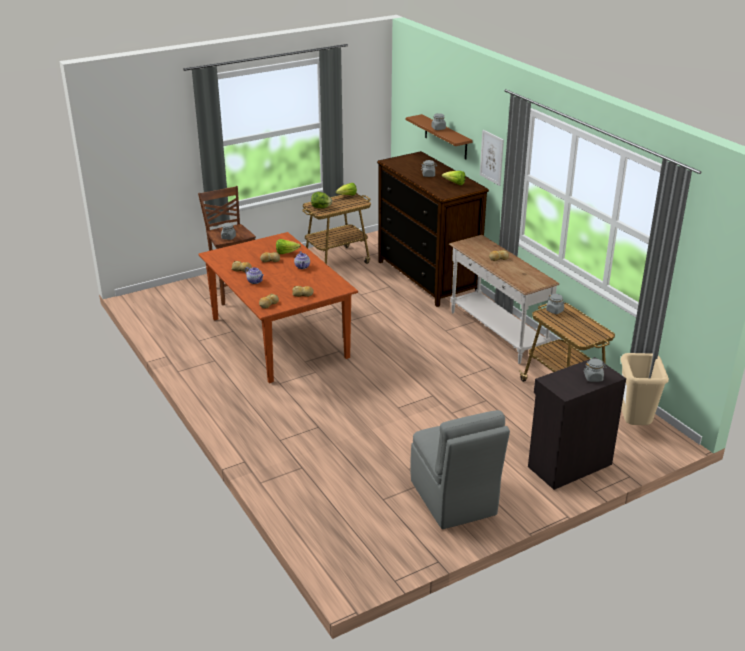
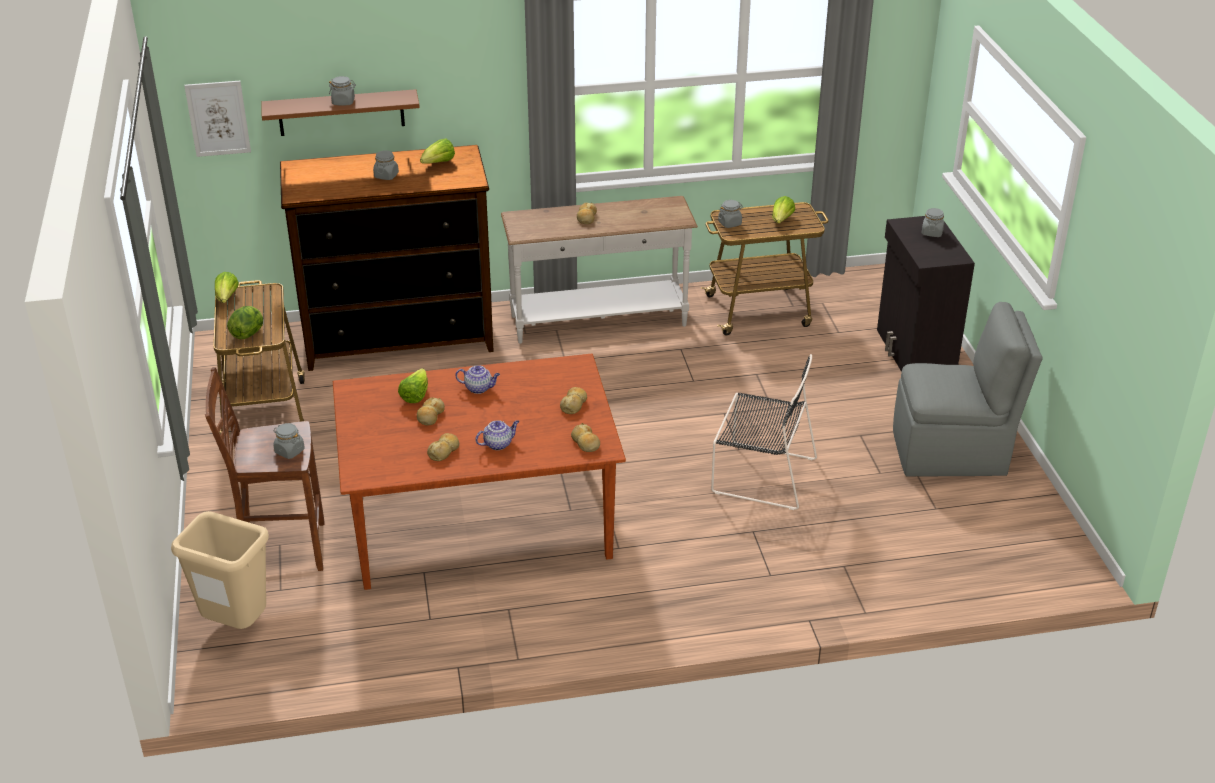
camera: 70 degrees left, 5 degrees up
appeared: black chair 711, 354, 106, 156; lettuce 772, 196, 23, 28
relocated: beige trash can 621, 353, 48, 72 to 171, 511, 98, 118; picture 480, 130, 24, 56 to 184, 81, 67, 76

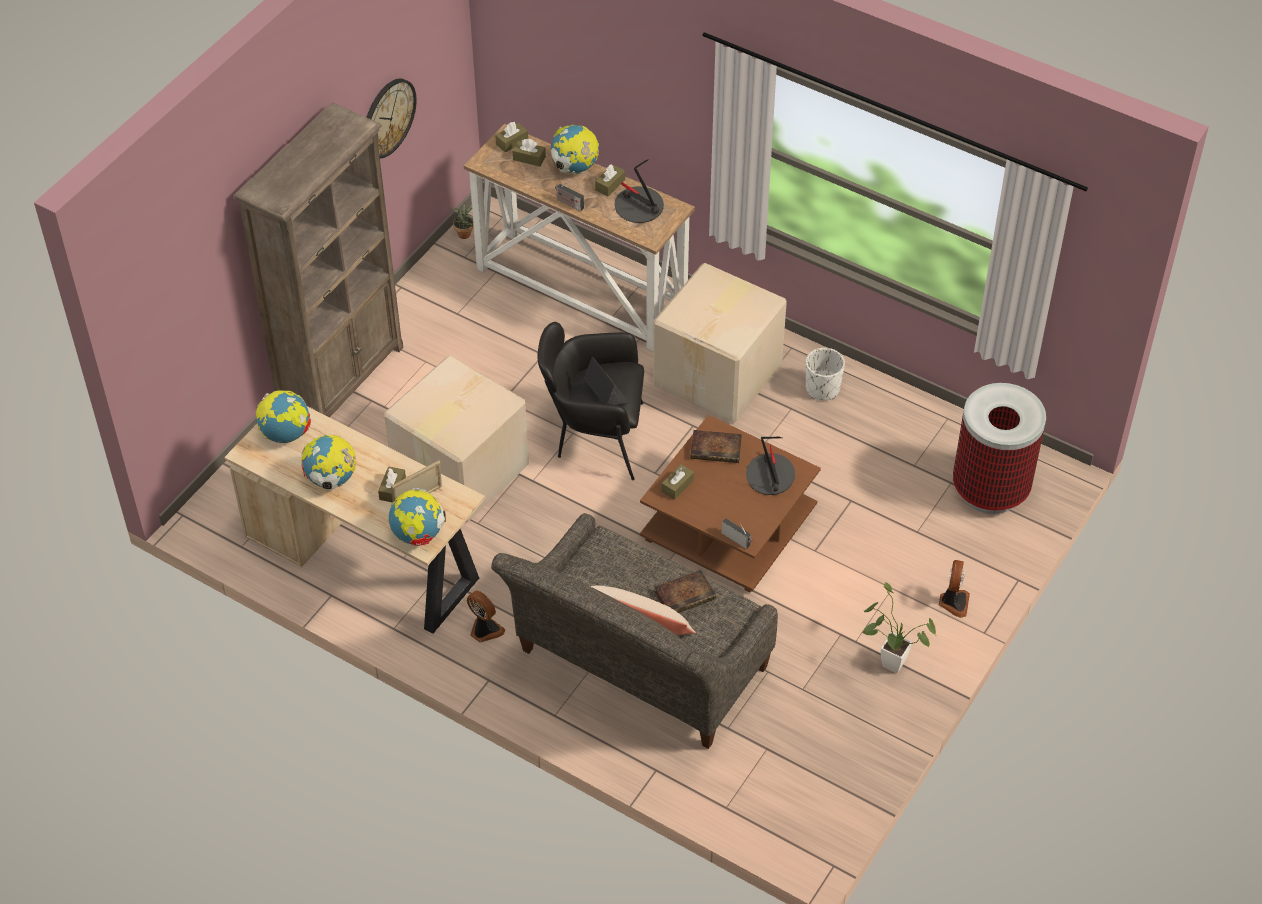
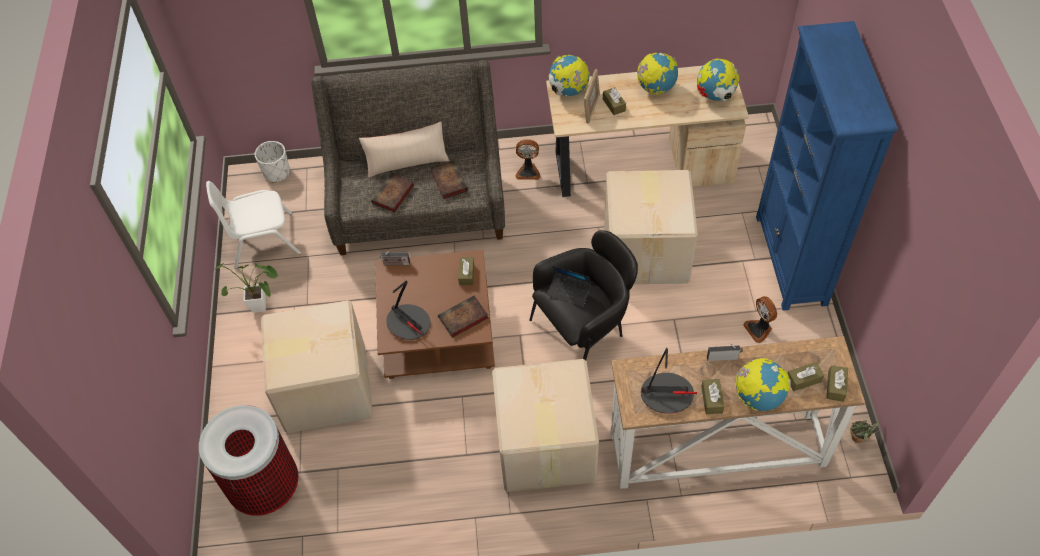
camera: 145 degrees right, 5 degrees up
missing: wall clock 367, 79, 50, 80
appeared: white chair 206, 181, 95, 88; cardboard box 261, 300, 112, 133; book 431, 160, 37, 39
relocated: white planter 806, 348, 39, 52 to 255, 141, 35, 42; fan 939, 560, 31, 58 to 743, 296, 34, 47
colour: brown bookcase 234, 102, 169, 315 to blue bookcase 756, 21, 142, 290

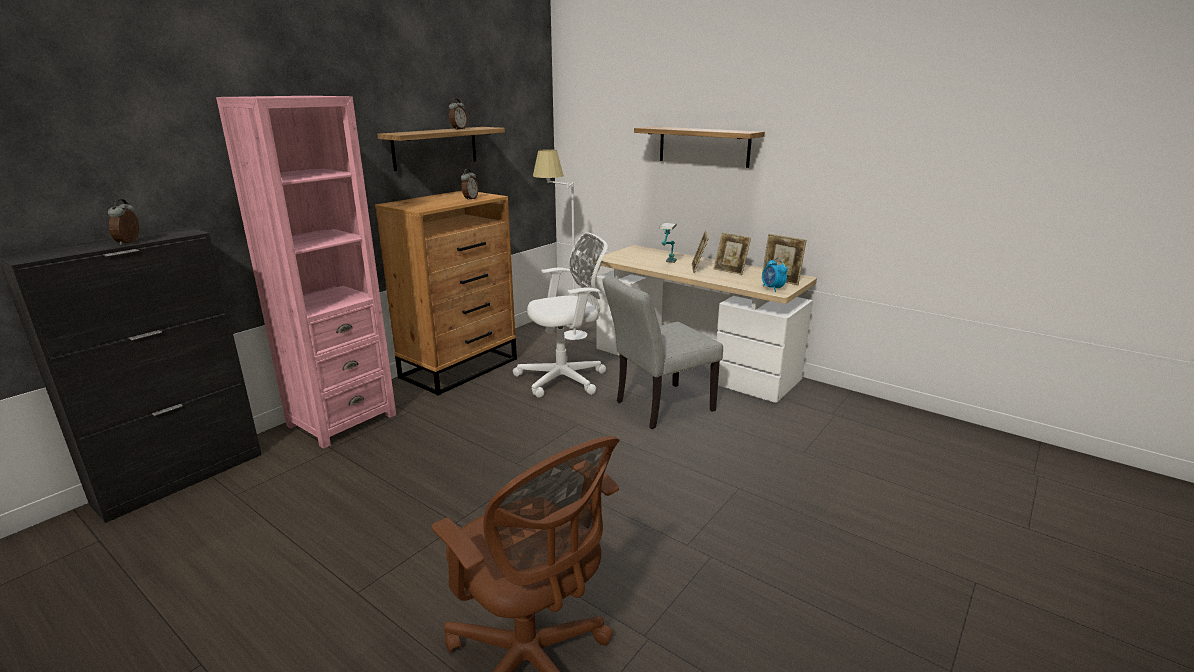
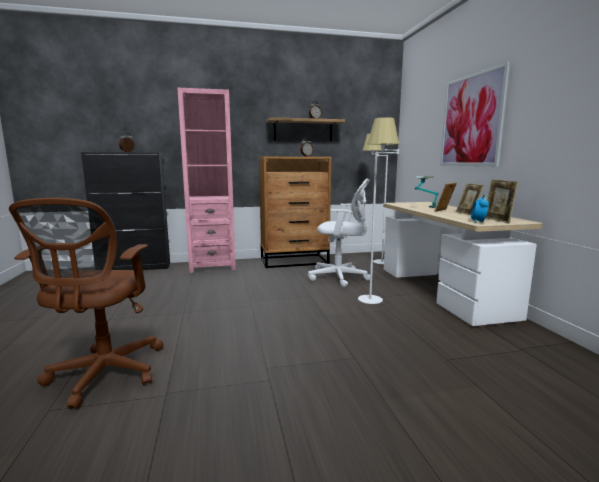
camera: 40 degrees right, 10 degrees down
exchanged: grey chair 603, 276, 120, 153 to white floor lamp 358, 117, 41, 187; shelf 634, 126, 131, 42 to picture 440, 62, 70, 104

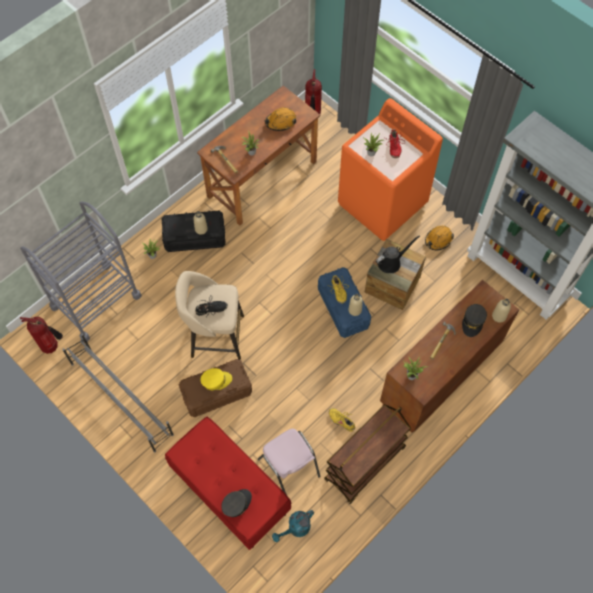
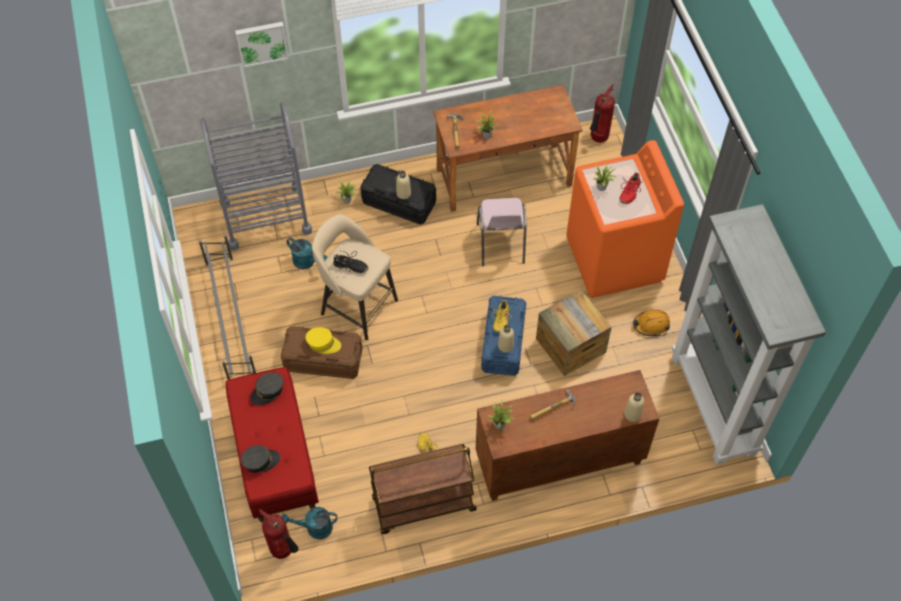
camera: 30 degrees right, 5 degrees down
missing: orange hard hat 264, 108, 32, 23; black watering can 376, 235, 44, 38
appeared: picture 235, 22, 54, 46; turquoise watering can 287, 238, 40, 31
relocated: grey cap 462, 304, 25, 33 to 250, 372, 33, 33; fire extinguisher 20, 316, 43, 38 to 259, 509, 40, 50; pink chair 258, 429, 62, 66 to 477, 198, 50, 68

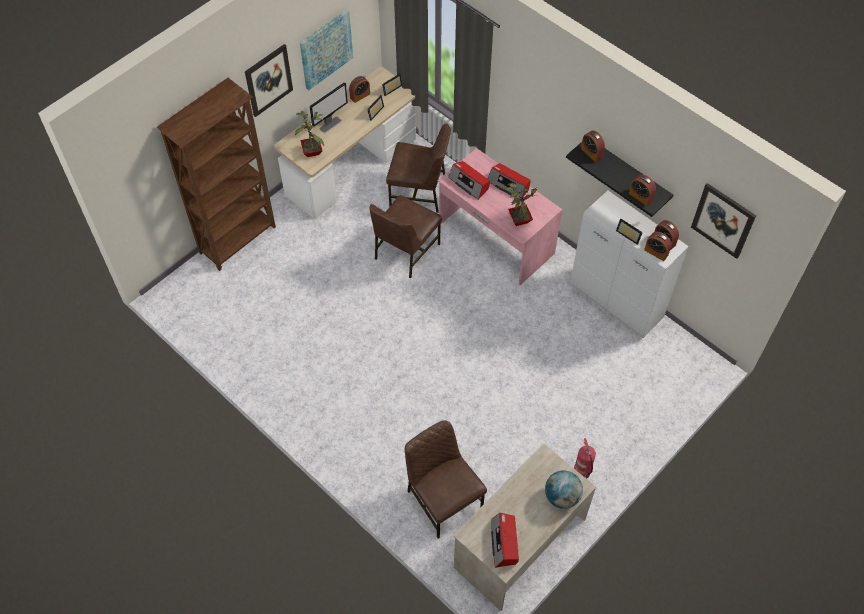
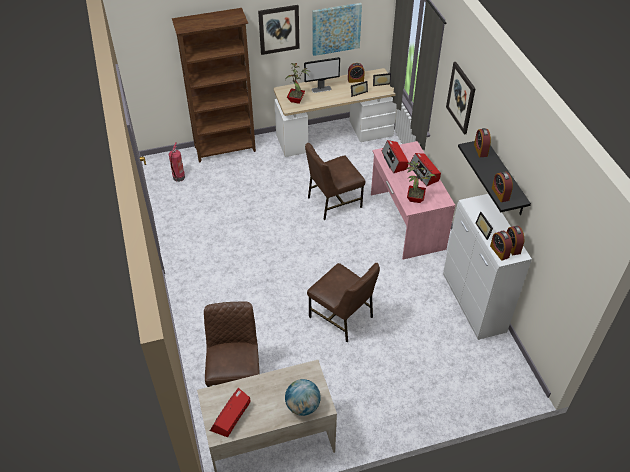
camera: 30 degrees right, 10 degrees down
relocated: fire extinguisher 574, 438, 22, 41 to 169, 142, 16, 40; brown chair 386, 123, 65, 90 to 307, 263, 73, 79; picture 691, 183, 65, 76 to 446, 62, 30, 73

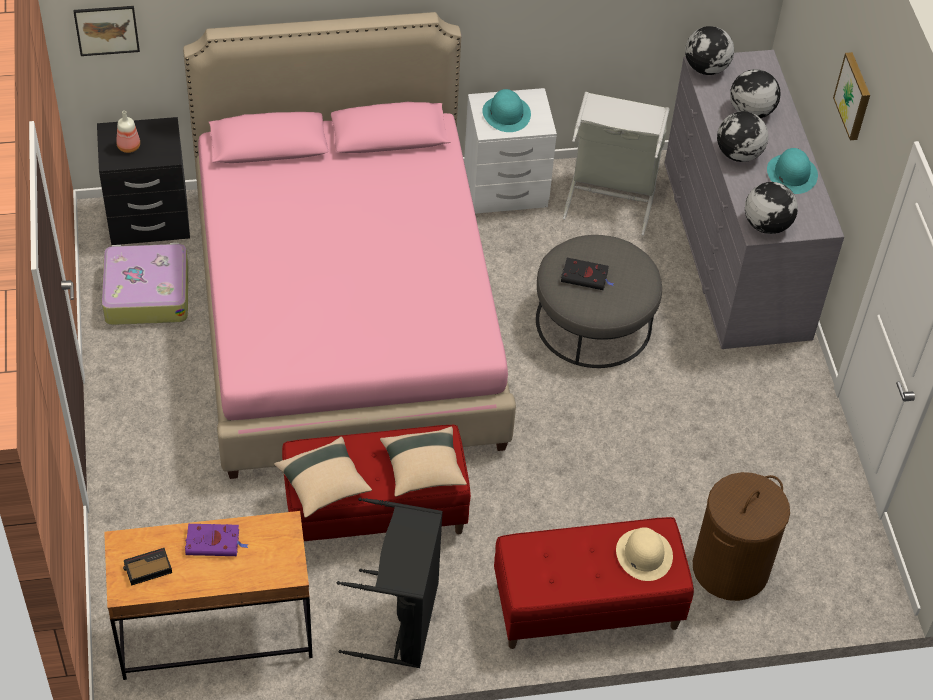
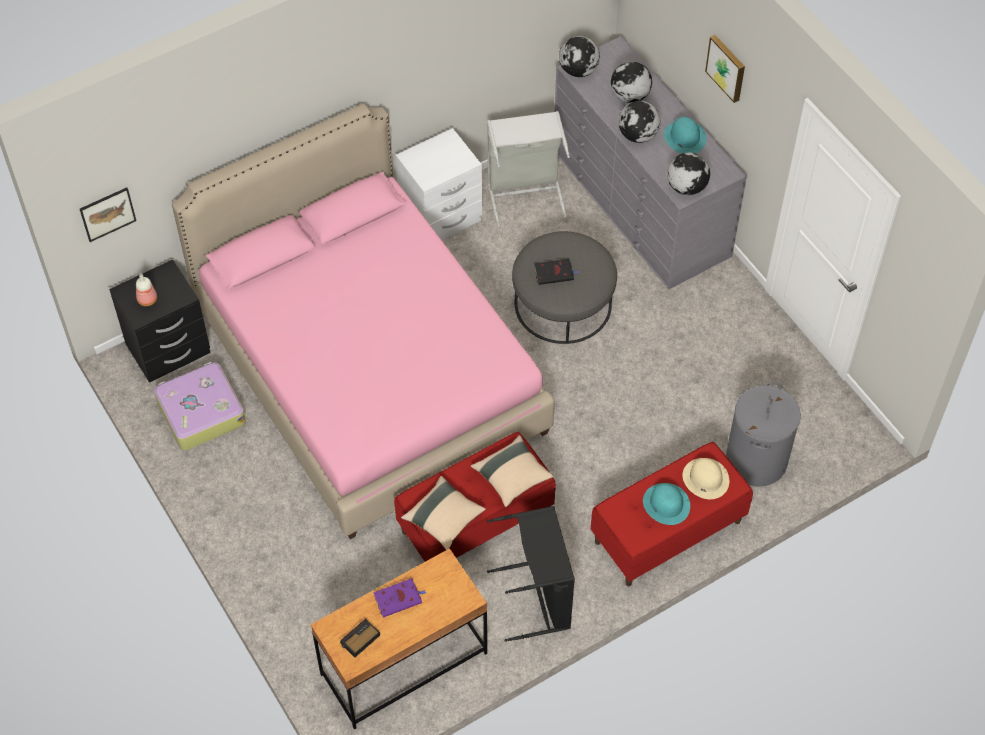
camera: 20 degrees left, 5 degrees up
relocated: turquoise hat 482, 89, 49, 43 to 643, 483, 47, 42
colour: brown laundry basket 693, 472, 97, 129 to grey laundry basket 726, 382, 75, 105

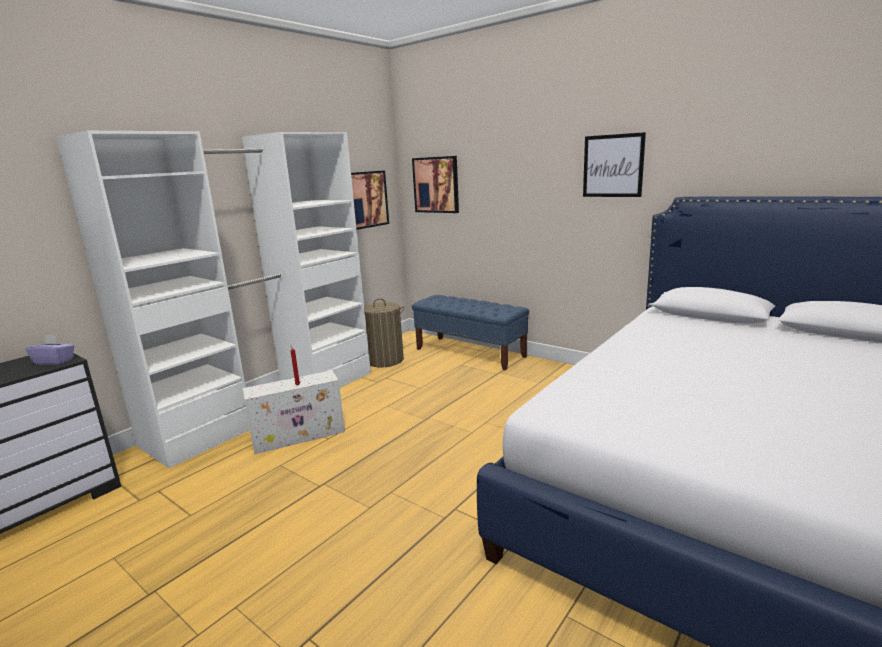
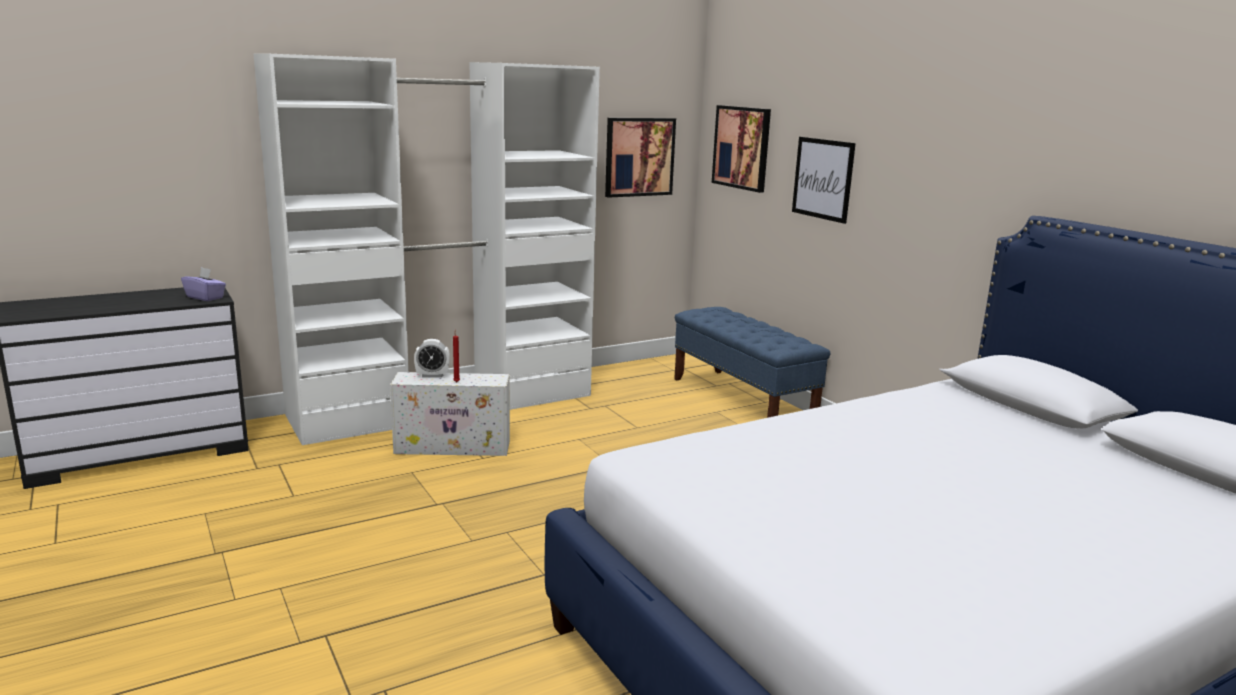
camera: 20 degrees right, 0 degrees up
missing: laundry basket 364, 298, 41, 69
appeared: alarm clock 414, 339, 36, 38
relocated: picture 583, 132, 63, 65 to 792, 137, 64, 87

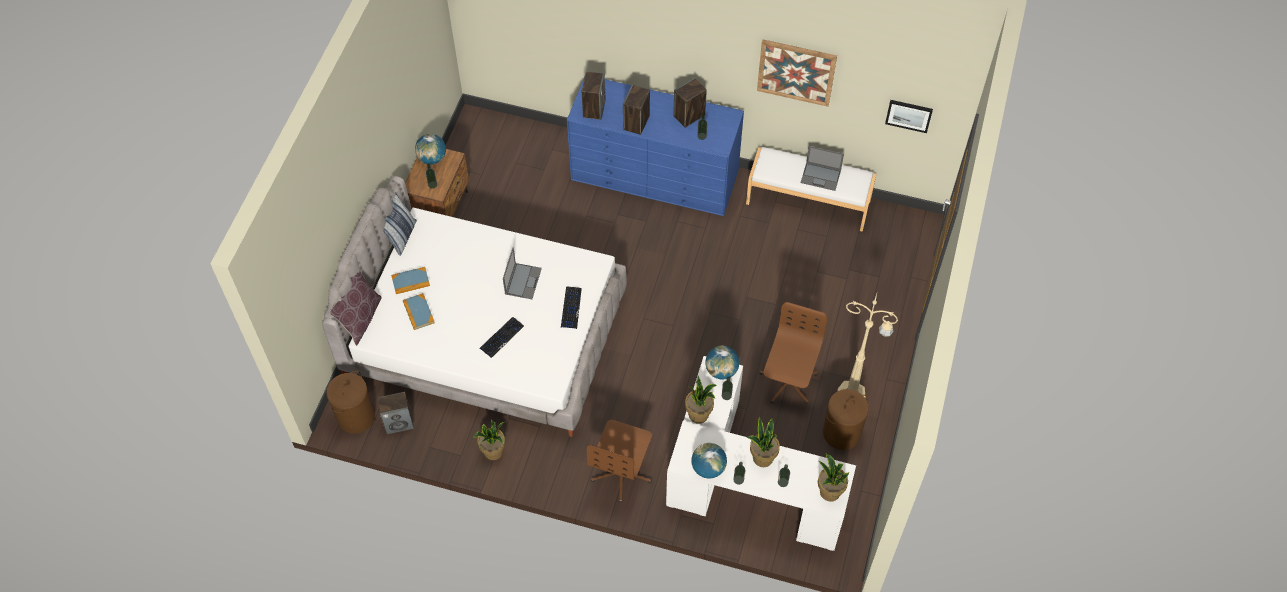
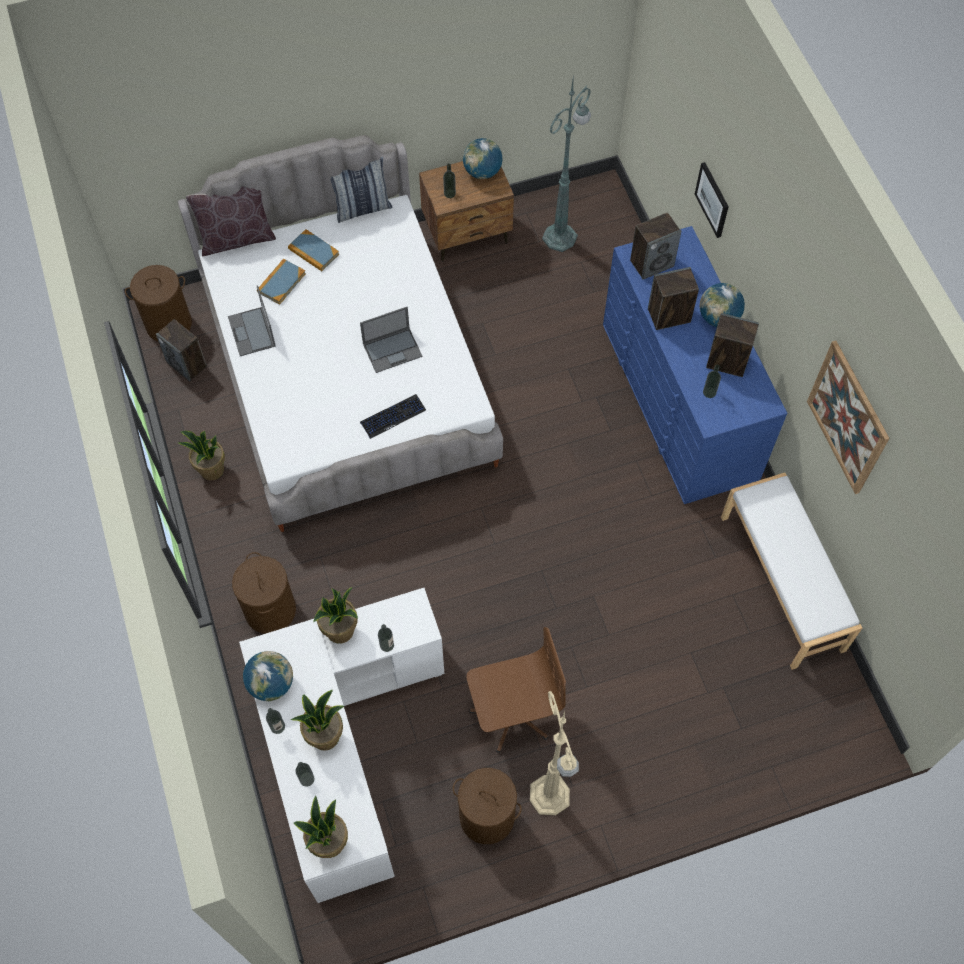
camera: 55 degrees right, 5 degrees up
missing: keyboard 479, 317, 45, 41
appeared: green floor lamp 542, 73, 49, 179
relocated: laptop 801, 146, 43, 45 to 228, 285, 48, 71; picture 885, 100, 48, 33 to 695, 162, 34, 76; globe 705, 345, 34, 34 to 699, 283, 46, 44
exchanged: brown office chair 587, 420, 65, 82 to brown laundry basket 232, 552, 64, 82

